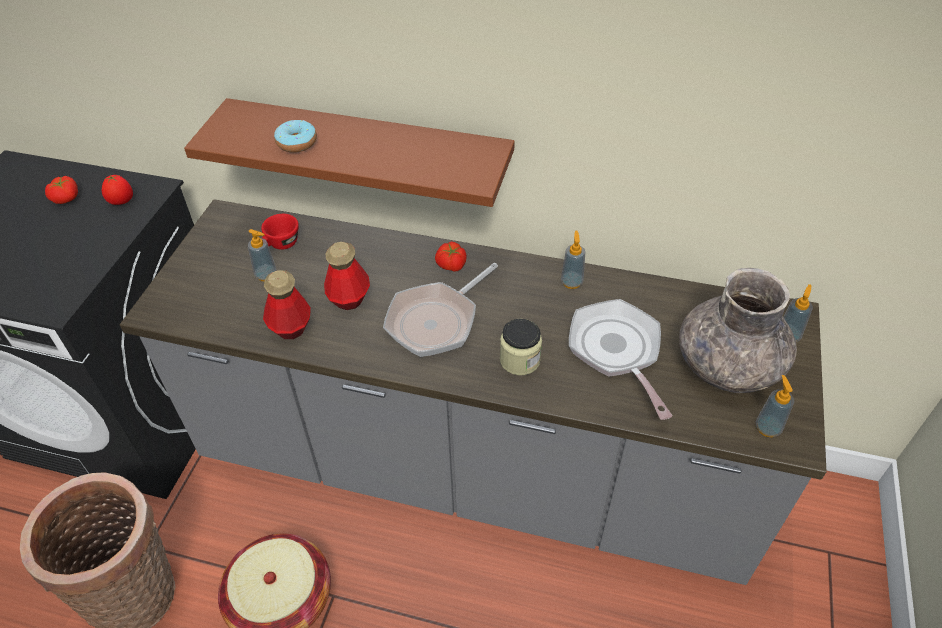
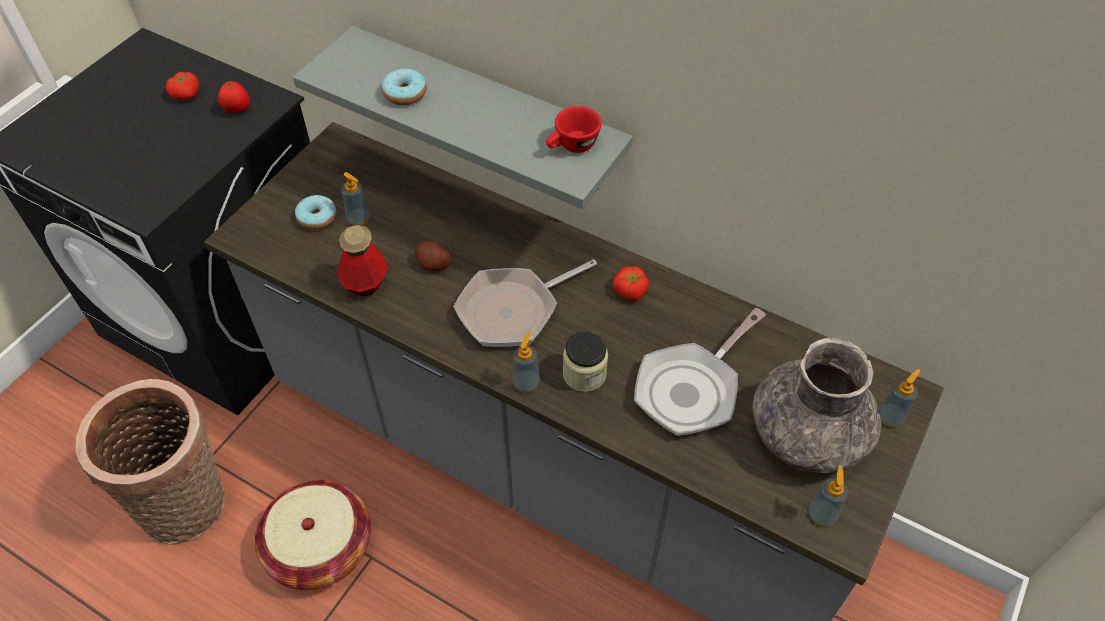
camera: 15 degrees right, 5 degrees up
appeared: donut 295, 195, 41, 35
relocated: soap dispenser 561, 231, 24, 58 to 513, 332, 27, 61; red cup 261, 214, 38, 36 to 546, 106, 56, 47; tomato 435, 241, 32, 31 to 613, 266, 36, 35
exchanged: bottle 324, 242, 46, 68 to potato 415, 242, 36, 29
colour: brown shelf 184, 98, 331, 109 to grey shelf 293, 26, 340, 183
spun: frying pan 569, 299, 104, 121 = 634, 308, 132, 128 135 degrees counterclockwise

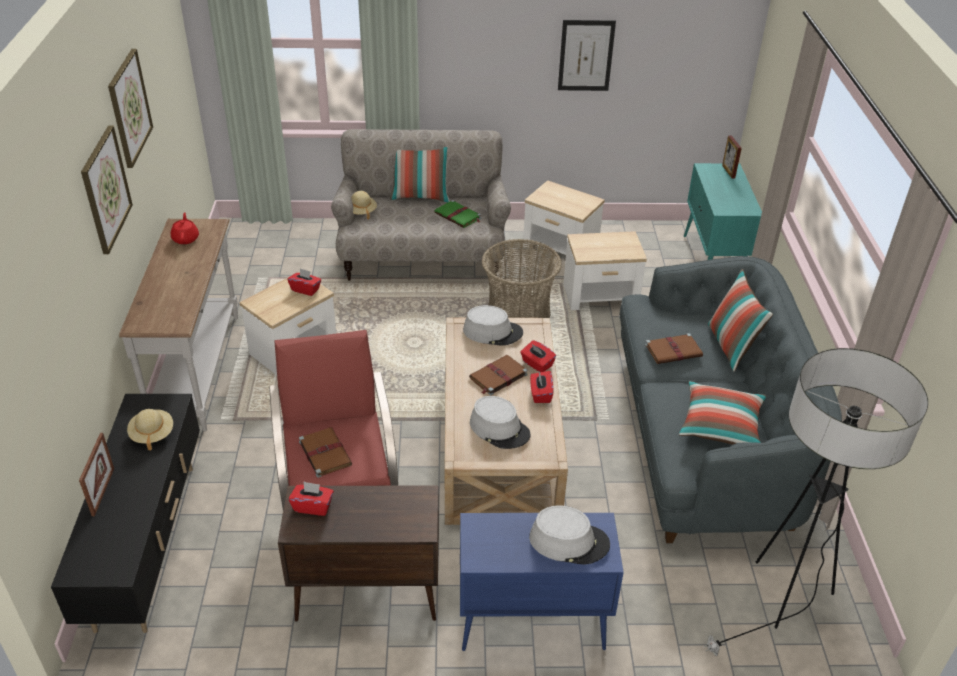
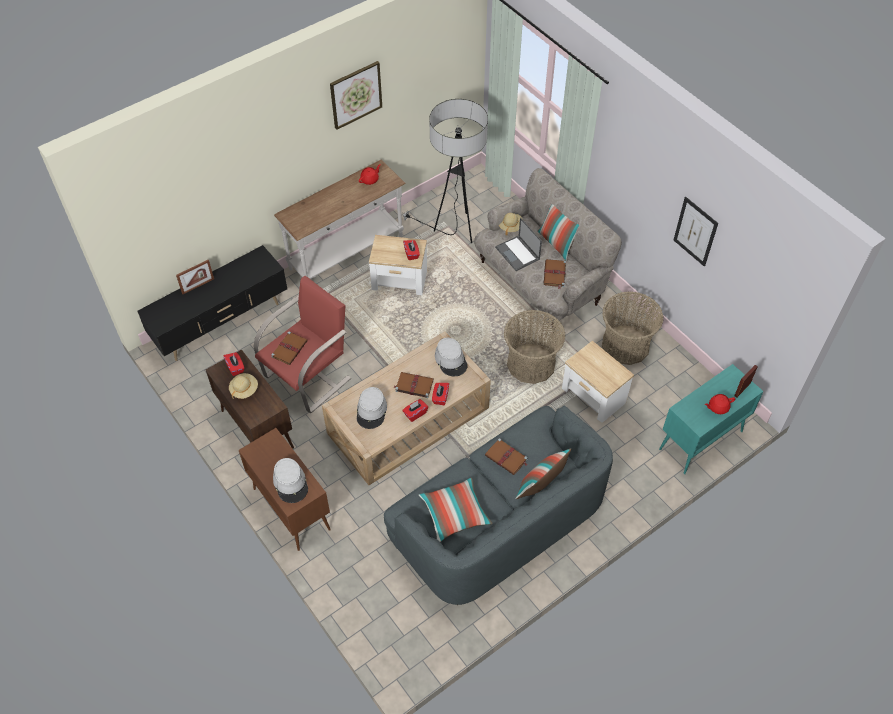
camera: 55 degrees right, 15 degrees up
missing: picture 81, 126, 52, 128
appeared: laptop 495, 218, 47, 53; red teapot 705, 394, 30, 20
relocated: beige hat 127, 409, 46, 41 to 229, 373, 29, 26; floor lamp 703, 348, 225, 308 to 401, 99, 87, 144
exchanged: side table 523, 180, 82, 75 to basket 602, 291, 61, 74
colour: blue cabinet 460, 513, 164, 138 to brown cabinet 239, 428, 92, 123; green book 434, 200, 47, 28 to brown book 543, 259, 23, 30

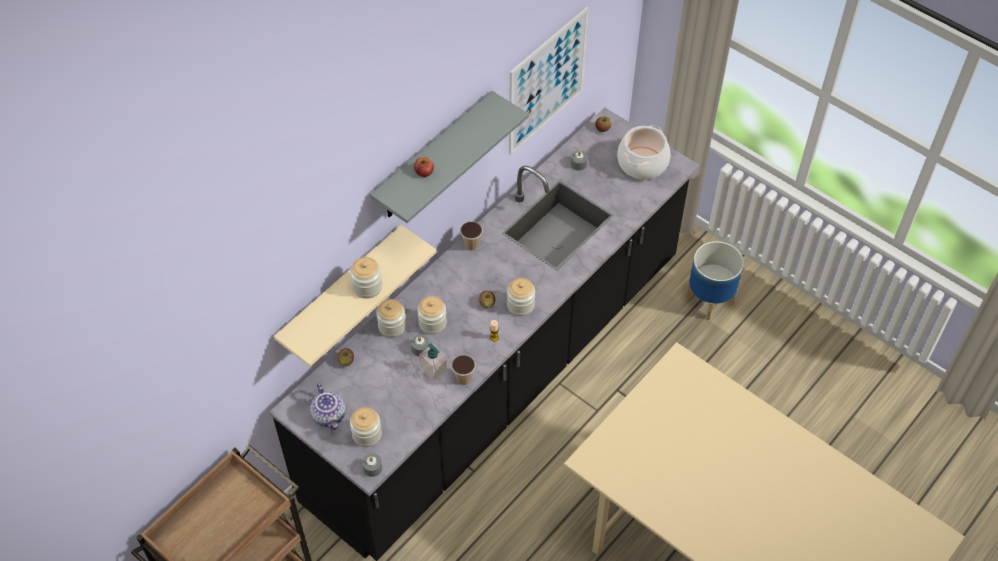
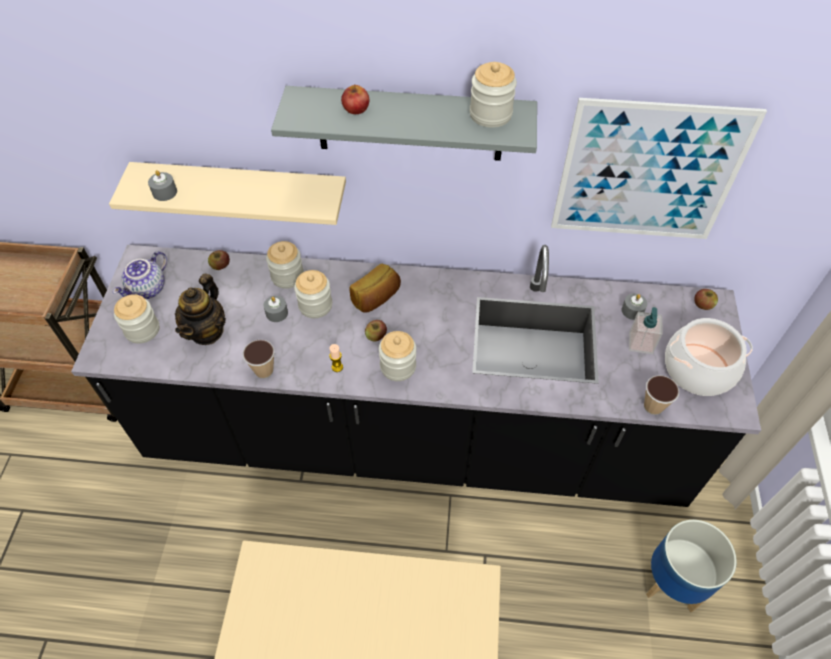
camera: 55 degrees right, 0 degrees up
appeared: teapot 175, 274, 51, 71; bread 349, 264, 52, 49
relocated: grey candle 362, 454, 20, 23 to 148, 170, 29, 31; jar 350, 257, 32, 42 to 470, 62, 47, 66; soap dispenser 419, 343, 28, 38 to 629, 307, 34, 47; cup 460, 221, 23, 30 to 644, 375, 35, 40

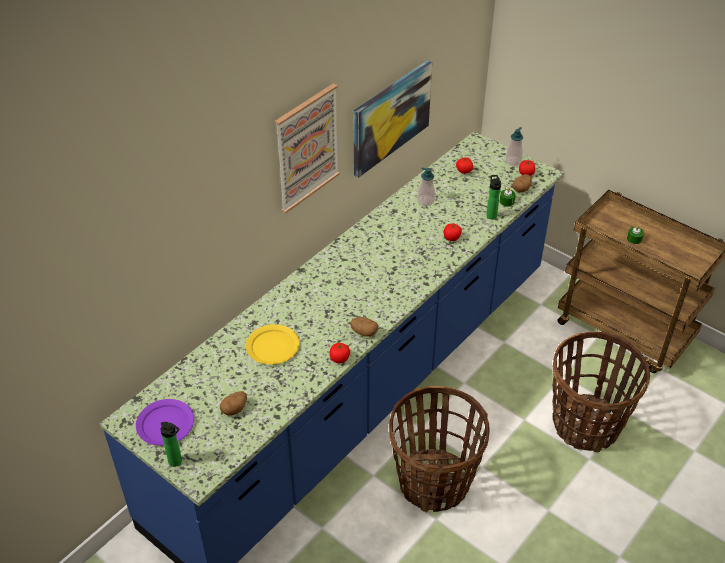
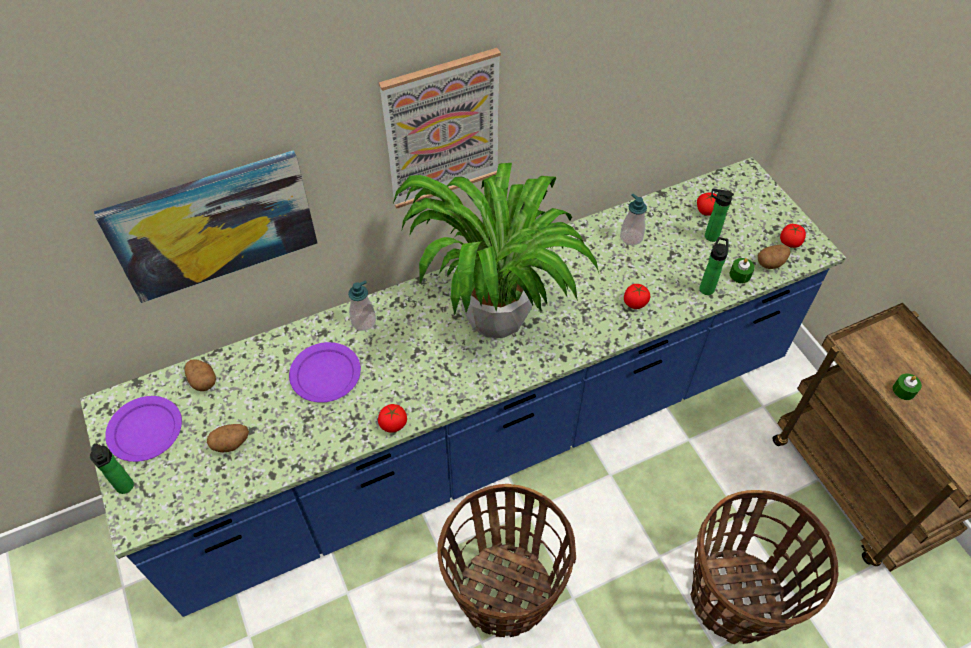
camera: 25 degrees right, 10 degrees up
appeared: potted plant 393, 163, 206, 175; bottle 705, 189, 29, 53
relocated: picture 353, 60, 79, 118 to 94, 150, 224, 153; potato 350, 317, 28, 20 to 185, 359, 31, 32; soap dispenser 506, 127, 17, 39 to 348, 280, 28, 51
colour: yellow plate 246, 324, 54, 41 to purple plate 289, 342, 72, 61

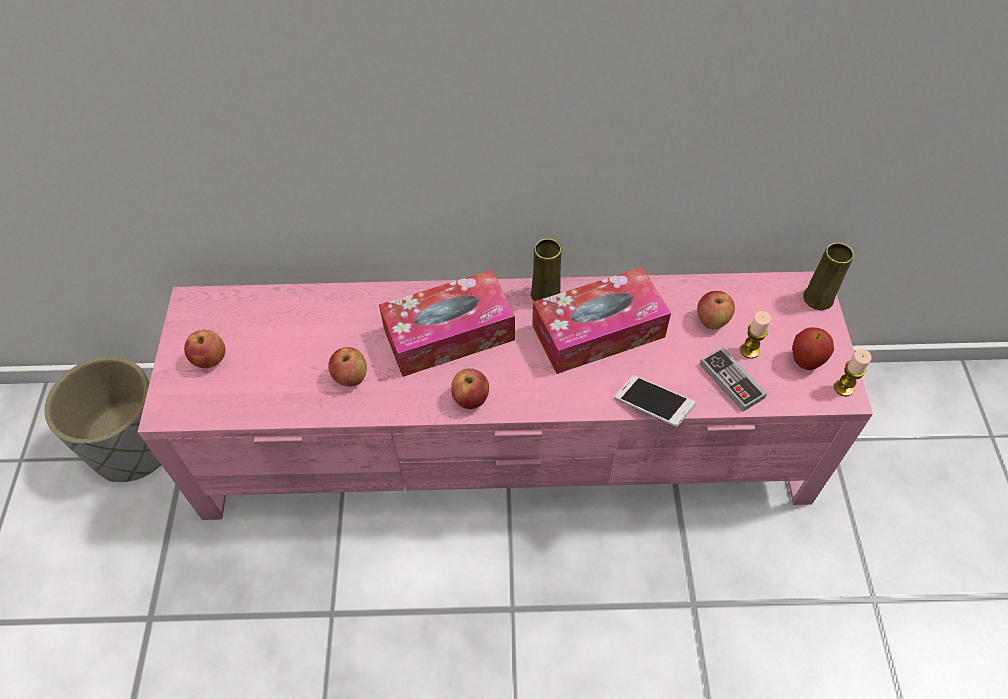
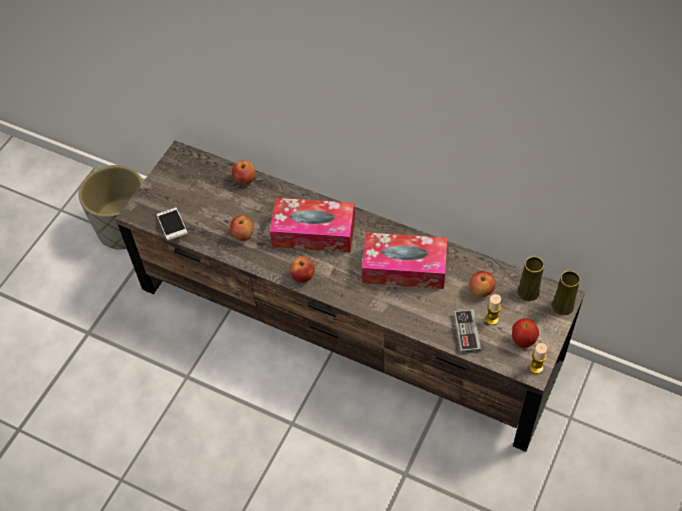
camera: 30 degrees right, 0 degrees up
relocated: phone 615, 375, 81, 52 to 157, 207, 31, 33; apple 184, 330, 41, 38 to 232, 160, 24, 25; yellow vase 531, 239, 31, 62 to 518, 256, 26, 45
colour: pink tv stand 138, 271, 735, 249 to brown tv stand 115, 140, 470, 312

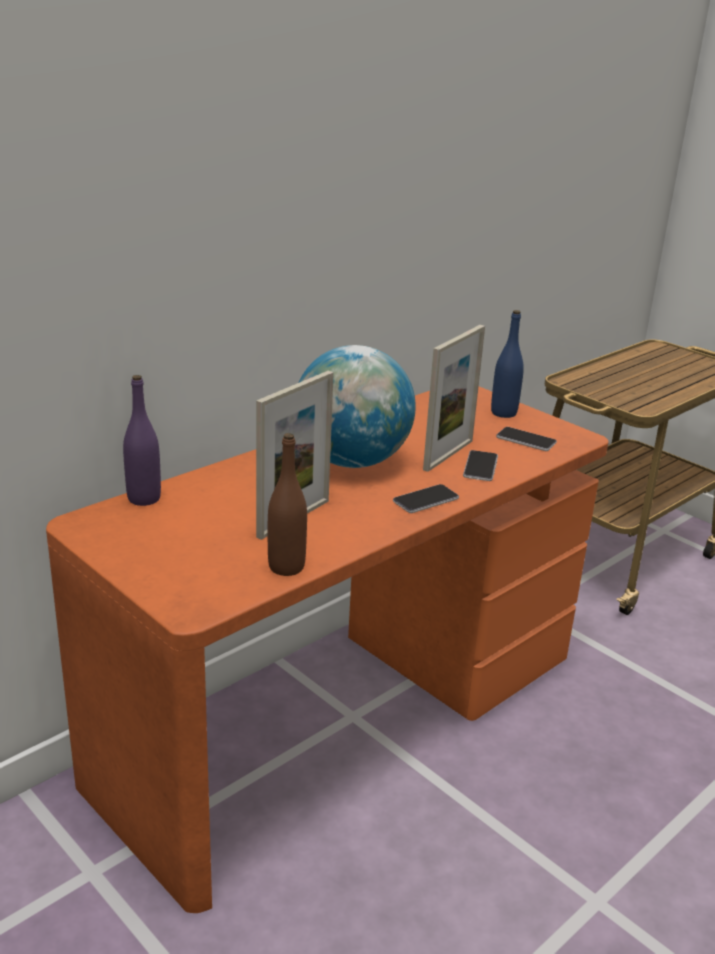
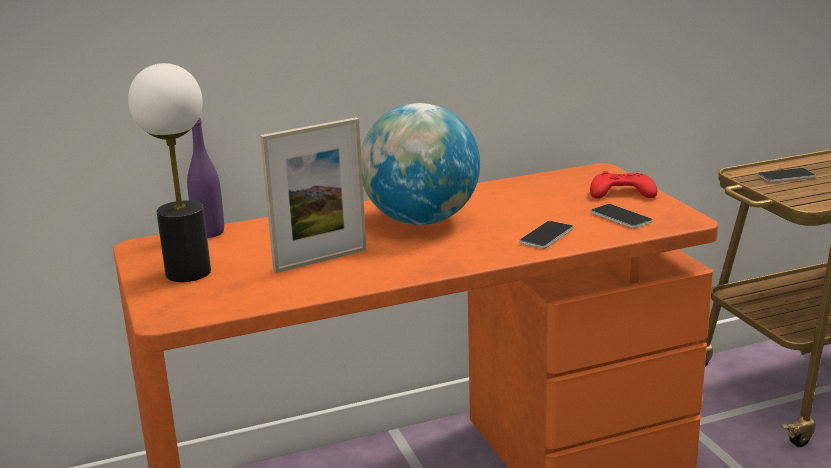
camera: 25 degrees right, 5 degrees down
missing: brown bottle 268, 433, 39, 143; picture frame 423, 325, 62, 147
appeared: table lamp 128, 63, 83, 219
relocated: phone 393, 484, 66, 29 to 758, 168, 58, 15
exchanged: blue bottle 491, 310, 33, 108 to red game controller 590, 171, 67, 28

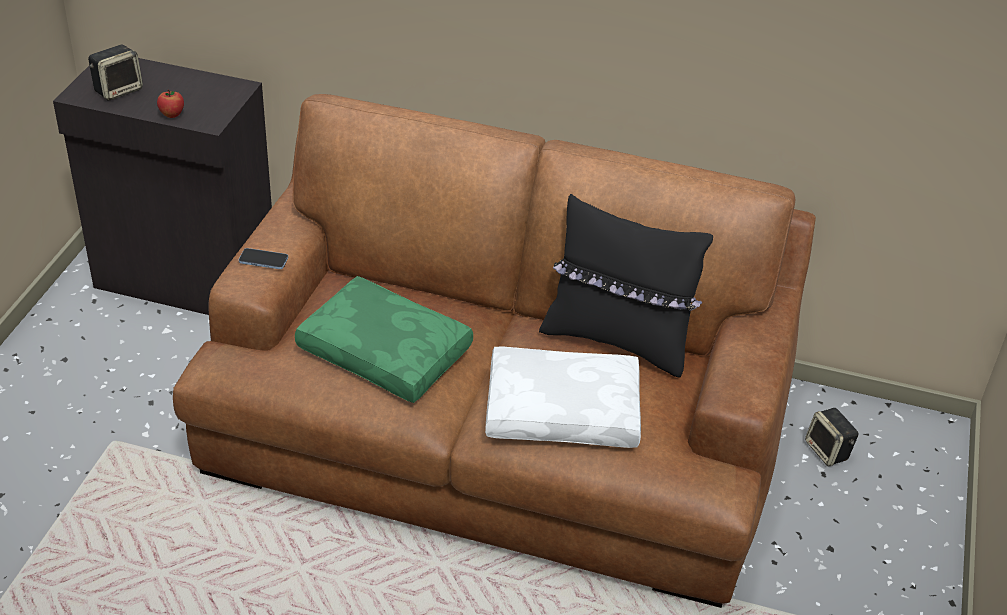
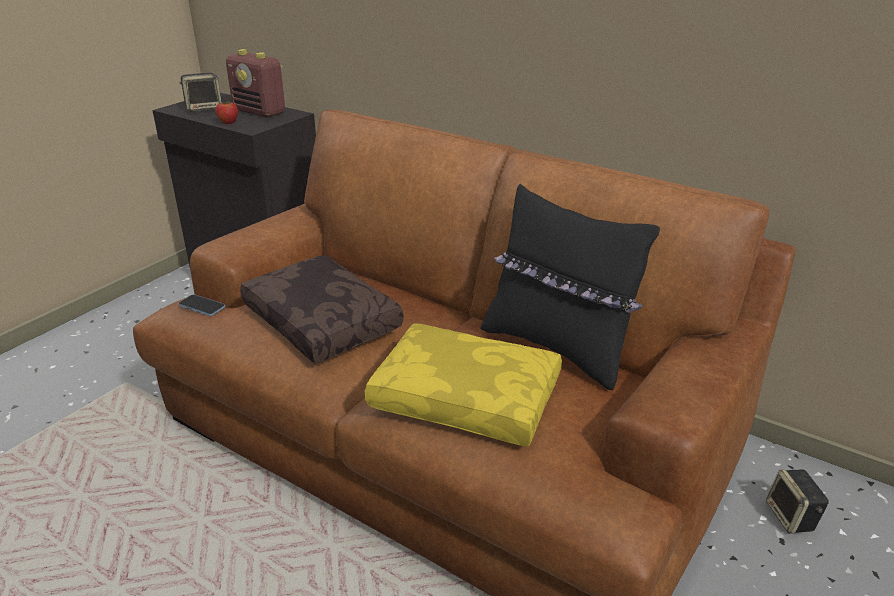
camera: 20 degrees right, 10 degrees down
appeared: radio 226, 49, 59, 68
relocated: phone 239, 248, 49, 21 to 178, 294, 47, 22
colour: green pillow 295, 276, 178, 127 to brown pillow 240, 255, 164, 108; white pillow 485, 346, 156, 102 to yellow pillow 365, 323, 197, 123

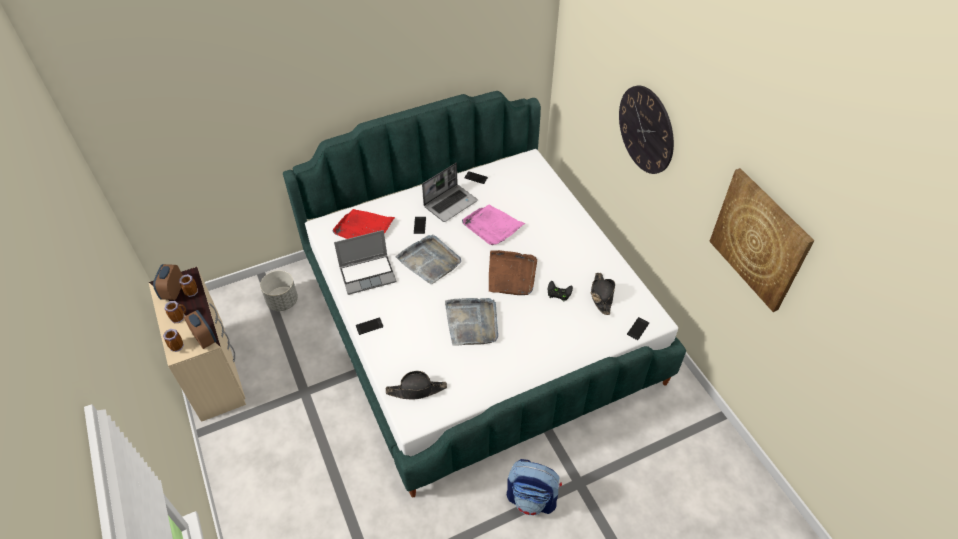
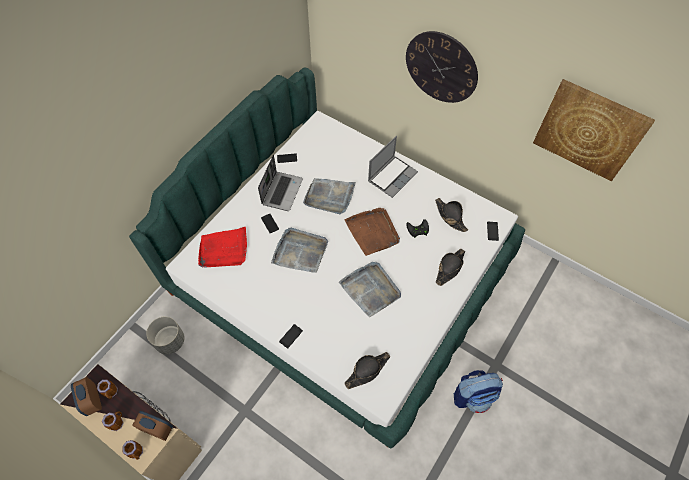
camera: 30 degrees left, 10 degrees up
appeared: black hat 436, 248, 29, 38
relocated: laptop 334, 230, 63, 65 to 368, 136, 50, 62
colour: pink tray 462, 205, 63, 40 to grey tray 303, 178, 53, 36

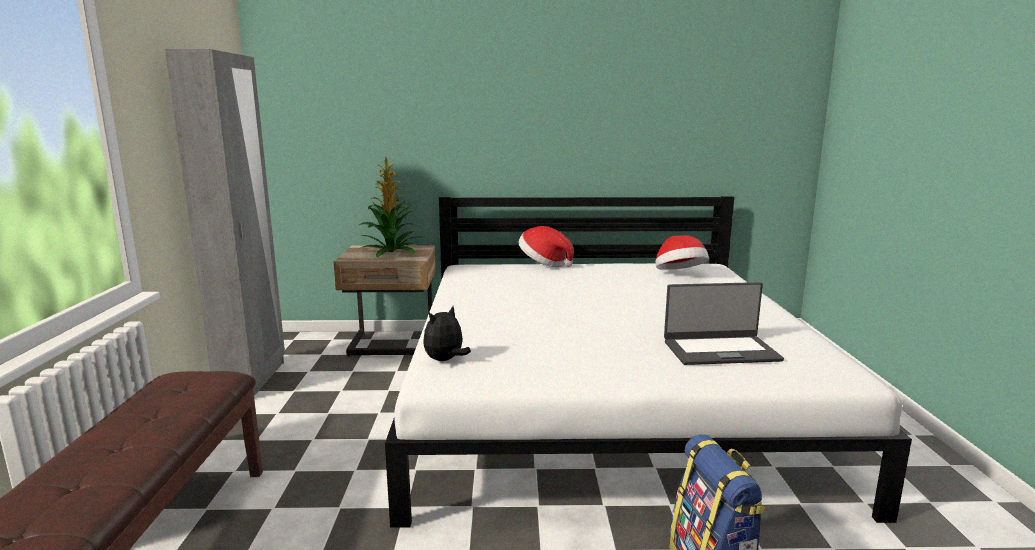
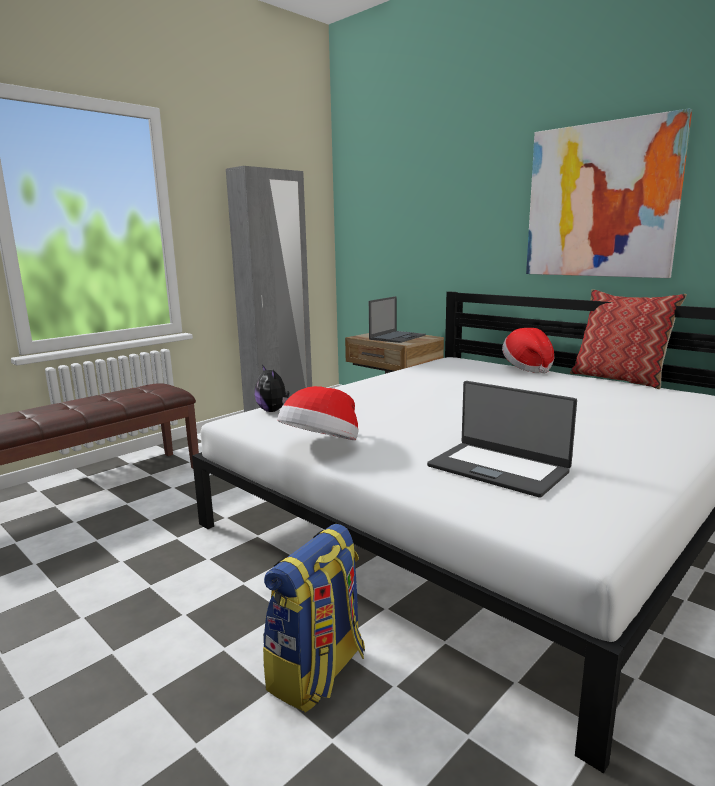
camera: 45 degrees right, 0 degrees up
appeared: picture 526, 108, 166, 170; pillow 570, 289, 117, 100
relocated: hat 656, 235, 53, 35 to 277, 386, 82, 54
exchanged: potted plant 359, 157, 62, 101 to laptop 369, 296, 57, 47
spun: plush toy 423, 306, 48, 55 = 255, 365, 34, 47 120 degrees counterclockwise

